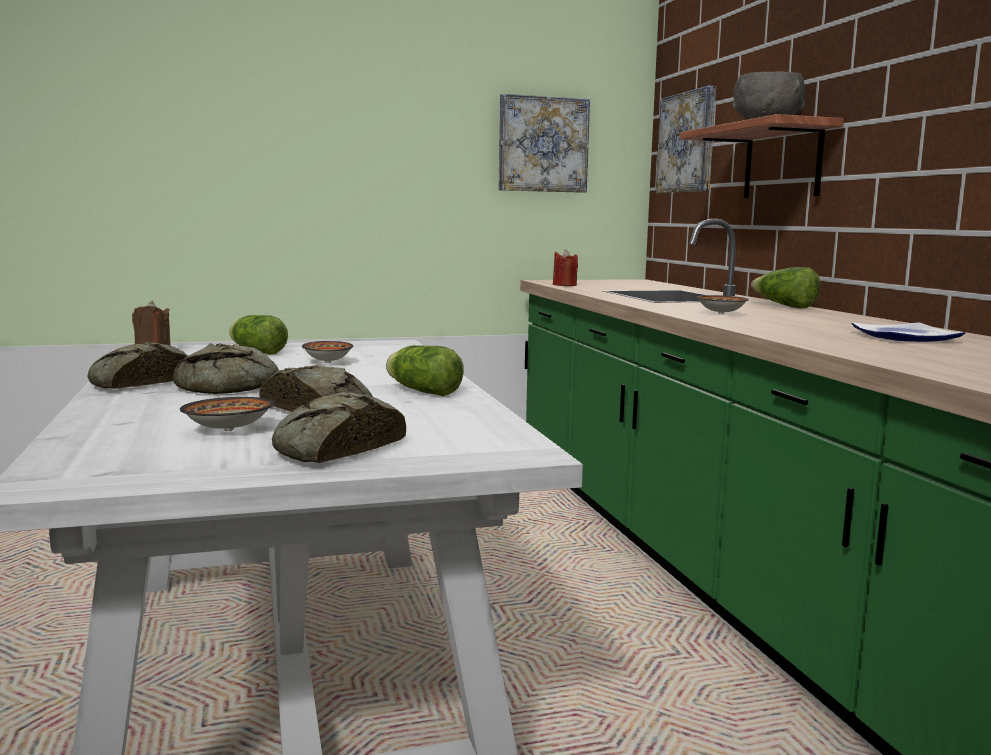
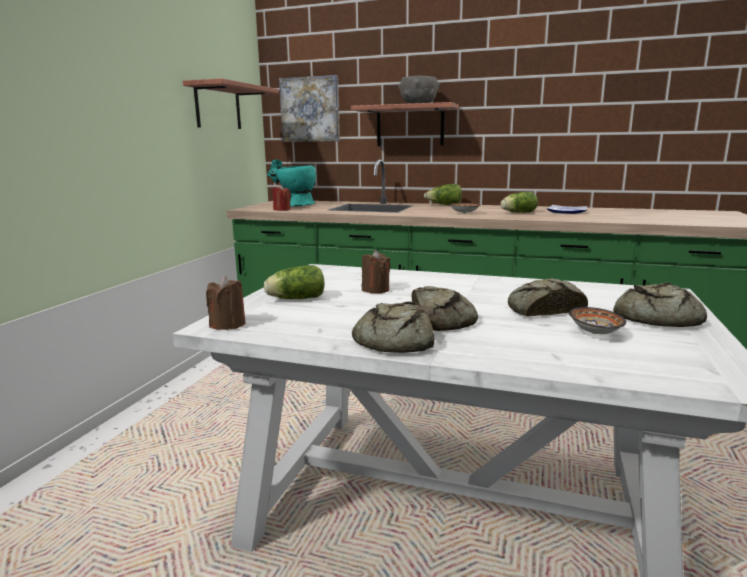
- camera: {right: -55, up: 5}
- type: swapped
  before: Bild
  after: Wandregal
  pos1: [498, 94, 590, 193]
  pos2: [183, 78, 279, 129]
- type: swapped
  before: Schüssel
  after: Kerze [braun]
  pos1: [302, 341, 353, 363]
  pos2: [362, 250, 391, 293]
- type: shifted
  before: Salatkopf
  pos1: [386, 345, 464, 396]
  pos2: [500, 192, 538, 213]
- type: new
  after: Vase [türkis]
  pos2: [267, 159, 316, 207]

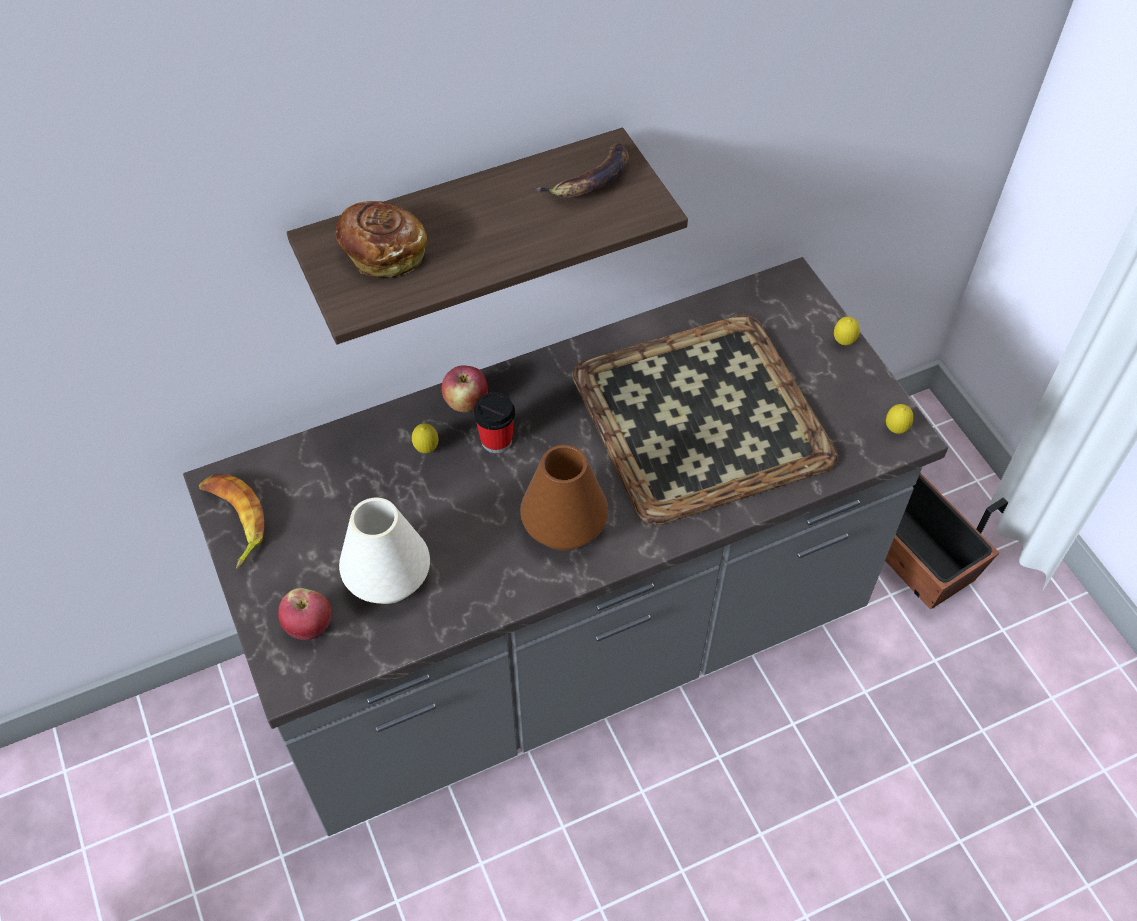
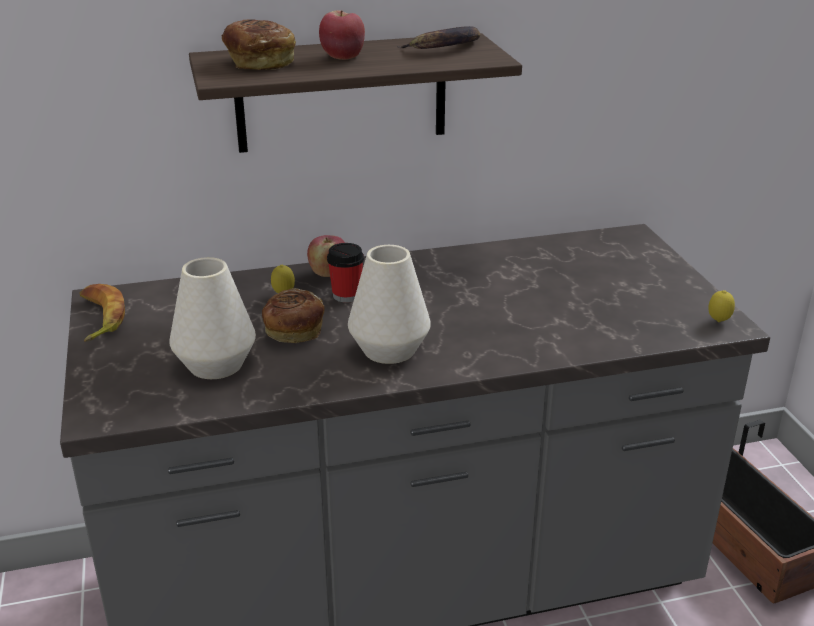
- camera: {right: 10, up: -25}
- type: gone
  before: Tablett
  pos1: [572, 315, 838, 525]
- type: gone
  before: Zitrone
  pos1: [834, 316, 860, 345]
- type: repainted
  before: Vase [braun]
  after: Vase [weiß]
  pos1: [520, 445, 608, 551]
  pos2: [348, 245, 431, 364]
- type: shifted
  before: Apfel
  pos1: [278, 588, 331, 640]
  pos2: [319, 10, 365, 60]
- type: new
  after: Brot
  pos2: [262, 288, 325, 343]

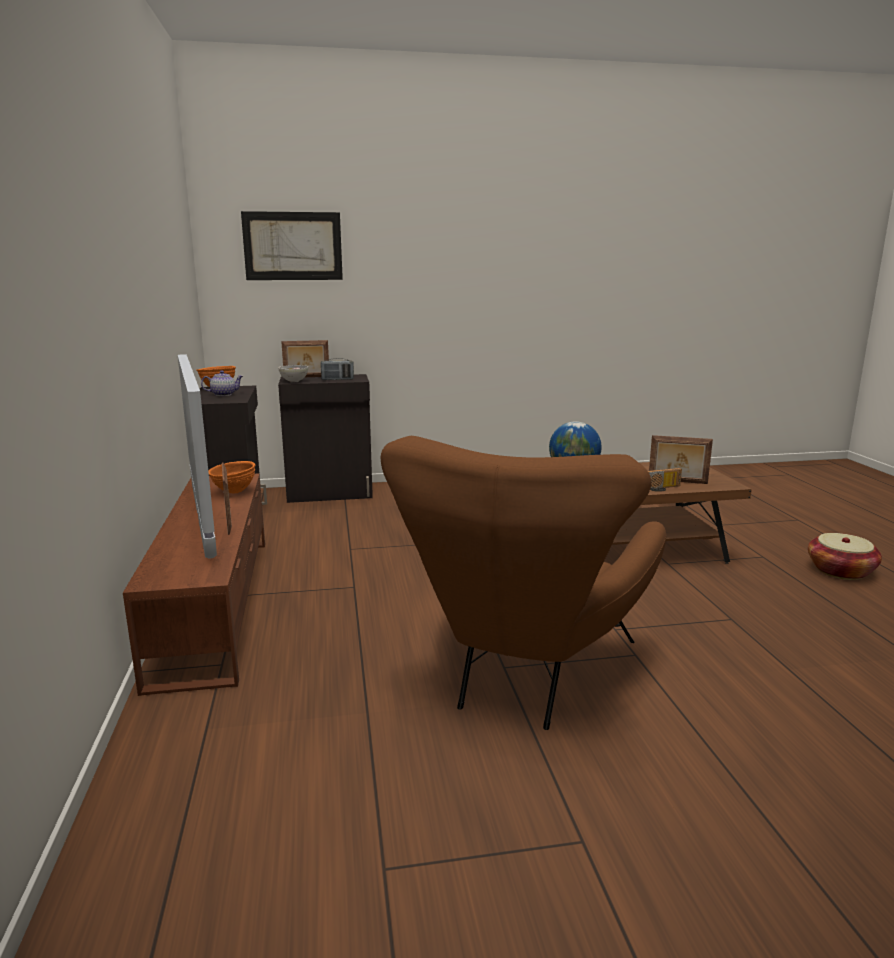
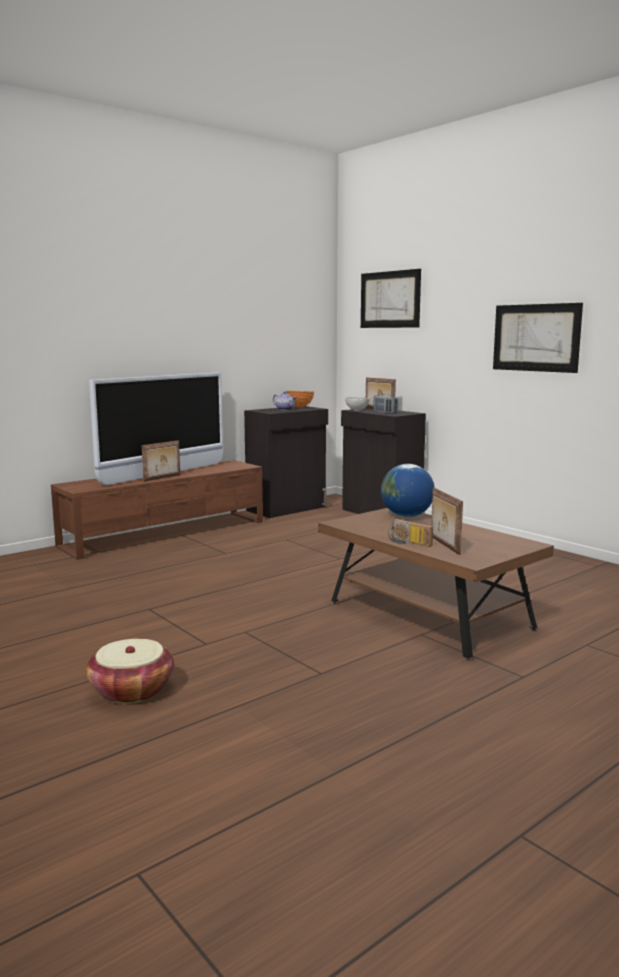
- camera: {right: 60, up: -5}
- type: gone
  before: Sessel [braun]
  pos1: [381, 436, 666, 730]
- type: gone
  before: Schüssel [orange]
  pos1: [208, 461, 255, 494]
- type: shifted
  before: Korb
  pos1: [808, 533, 882, 580]
  pos2: [86, 639, 174, 704]
- type: new
  after: Bild
  pos2: [493, 303, 583, 373]

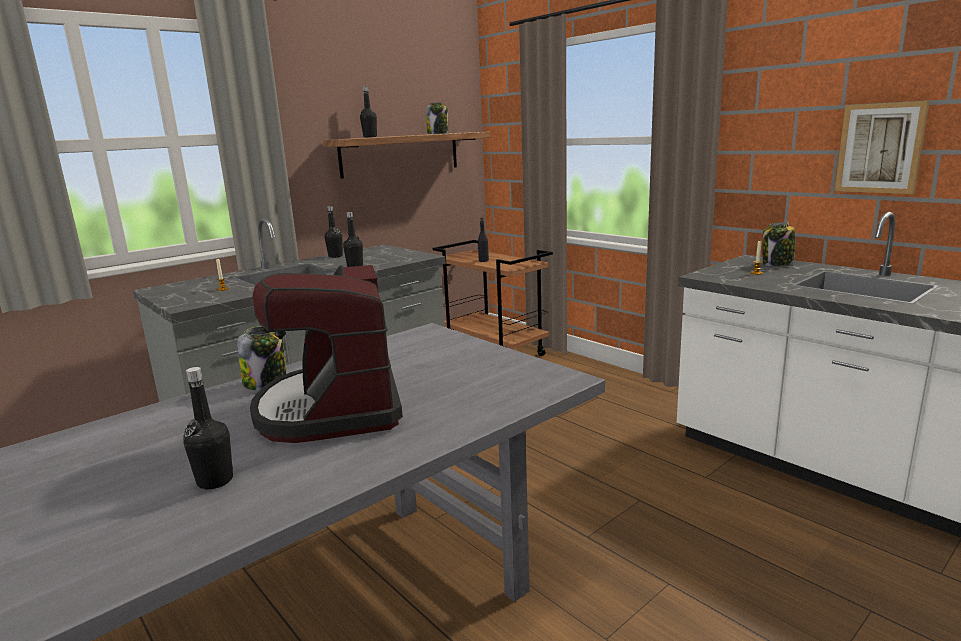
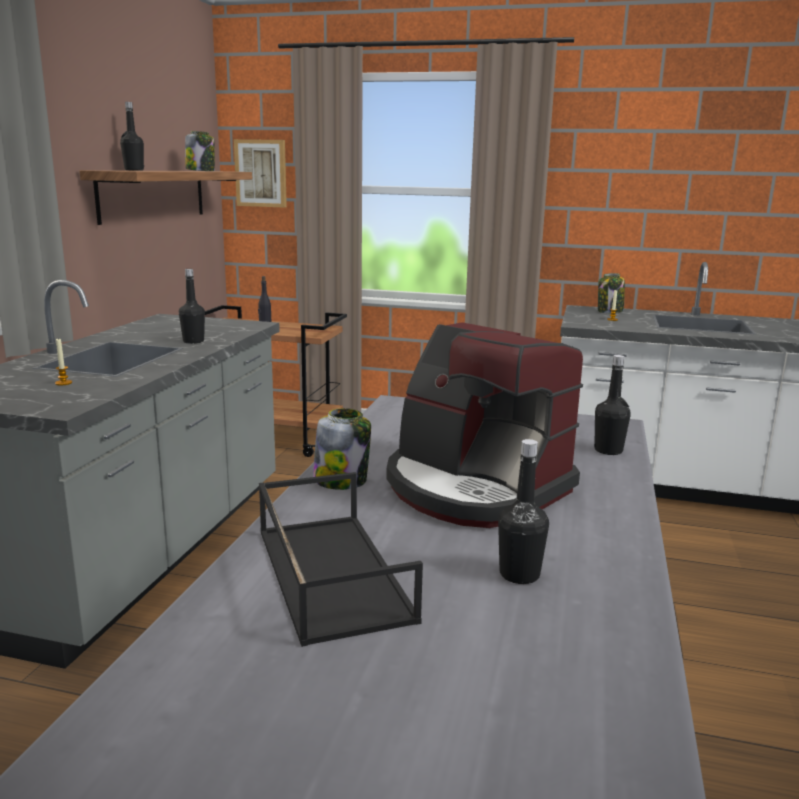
- camera: {right: -35, up: 0}
- type: shifted
  before: Bild
  pos1: [835, 101, 930, 194]
  pos2: [234, 139, 287, 208]
- type: shifted
  before: Flasche [schwarz]
  pos1: [325, 206, 343, 258]
  pos2: [594, 355, 631, 455]
- type: new
  after: Tablett [schwarz]
  pos2: [259, 472, 423, 647]

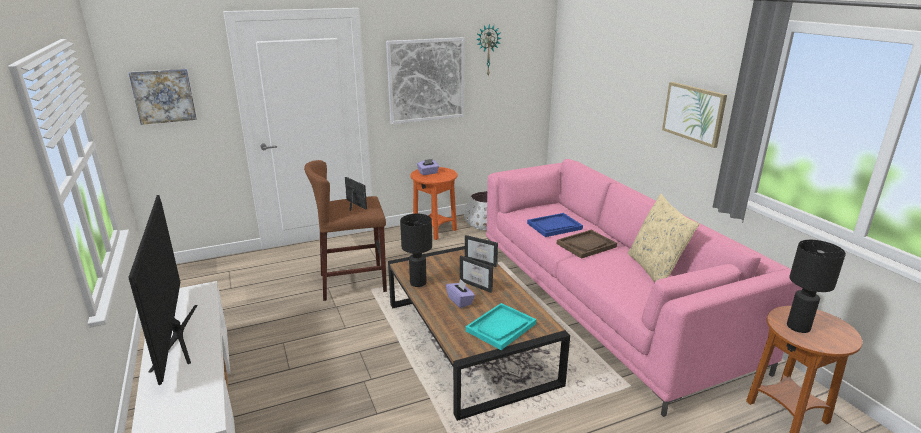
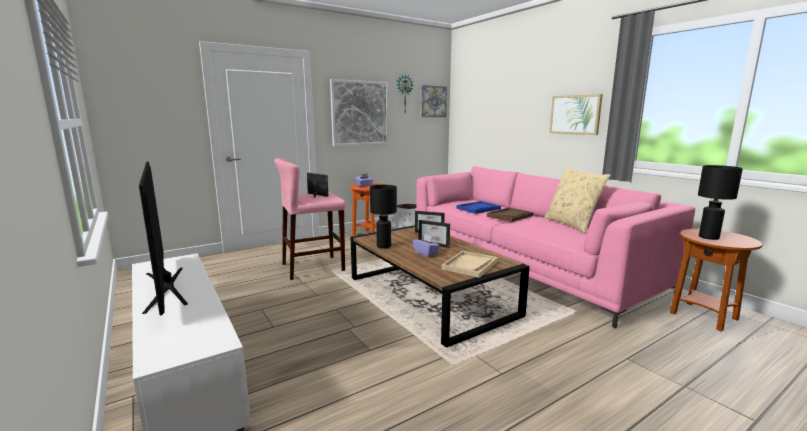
- camera: {right: -10, up: -10}
- type: shifted
  before: Bild
  pos1: [129, 69, 197, 125]
  pos2: [421, 85, 447, 117]
- type: repainted
  before: Hocker [braun]
  after: Hocker [rosa]
  pos1: [304, 160, 387, 301]
  pos2: [274, 158, 346, 280]
- type: repainted
  before: Tablett [türkis]
  after: Tablett [beige]
  pos1: [465, 303, 536, 350]
  pos2: [442, 251, 498, 278]

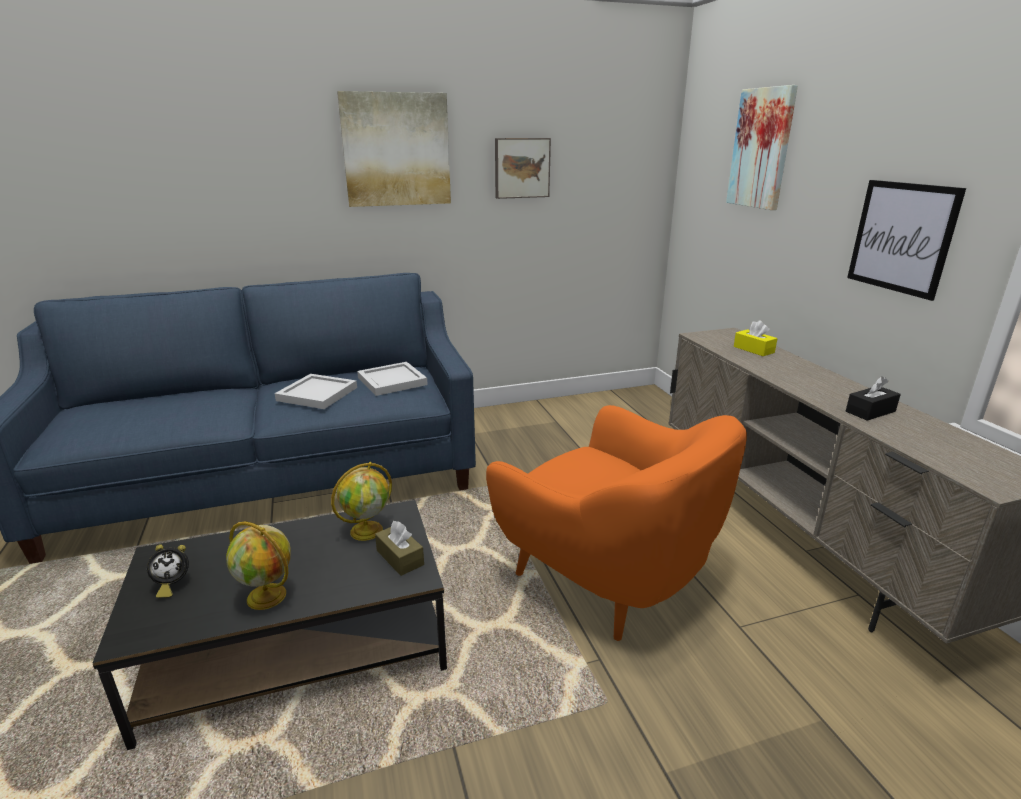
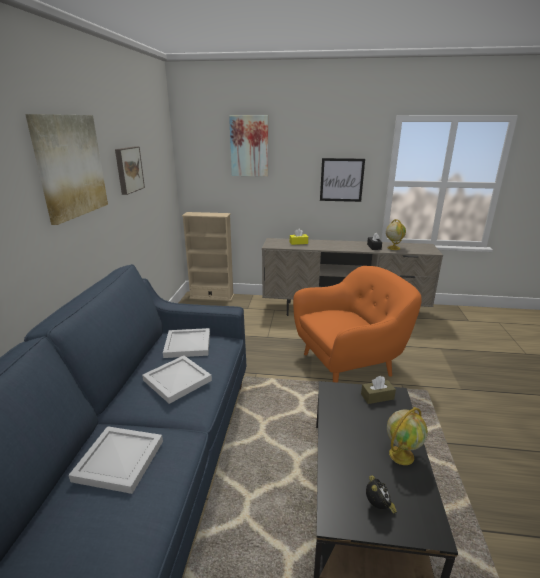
- camera: {right: -65, up: 0}
- type: shifted
  before: Globus
  pos1: [331, 462, 392, 541]
  pos2: [386, 219, 406, 250]
- type: new
  after: Bücherregal [beige]
  pos2: [182, 212, 234, 301]
- type: new
  after: Tablett [weiß]
  pos2: [68, 426, 163, 494]

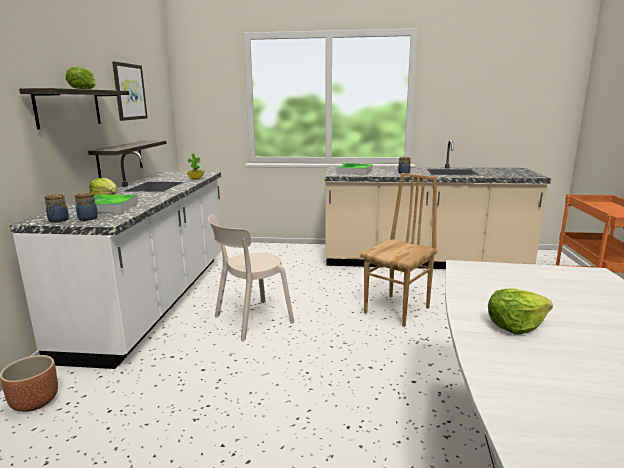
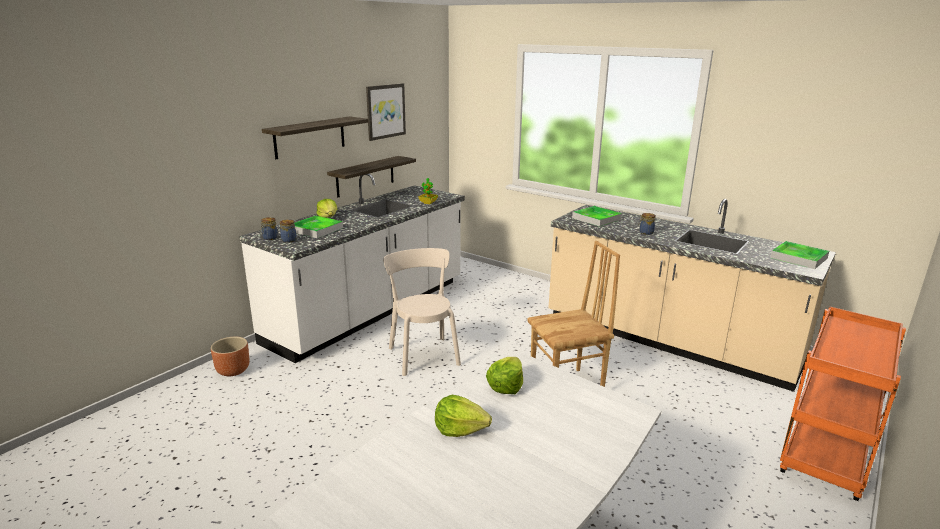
- camera: {right: 30, up: 5}
- type: shifted
  before: Salatkopf
  pos1: [66, 67, 96, 89]
  pos2: [486, 357, 523, 394]
- type: rotated
  before: Stuhl [beige]
  pos1: [208, 214, 294, 341]
  pos2: [383, 248, 461, 376]
  turn: 75
- type: new
  after: Tablett
  pos2: [770, 241, 829, 269]

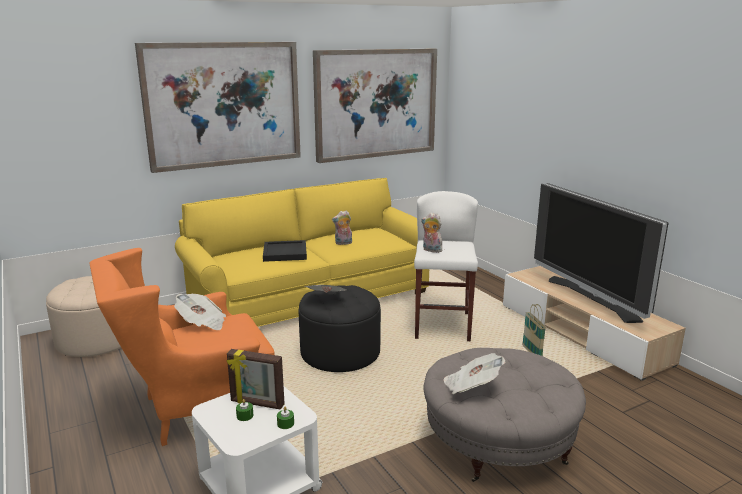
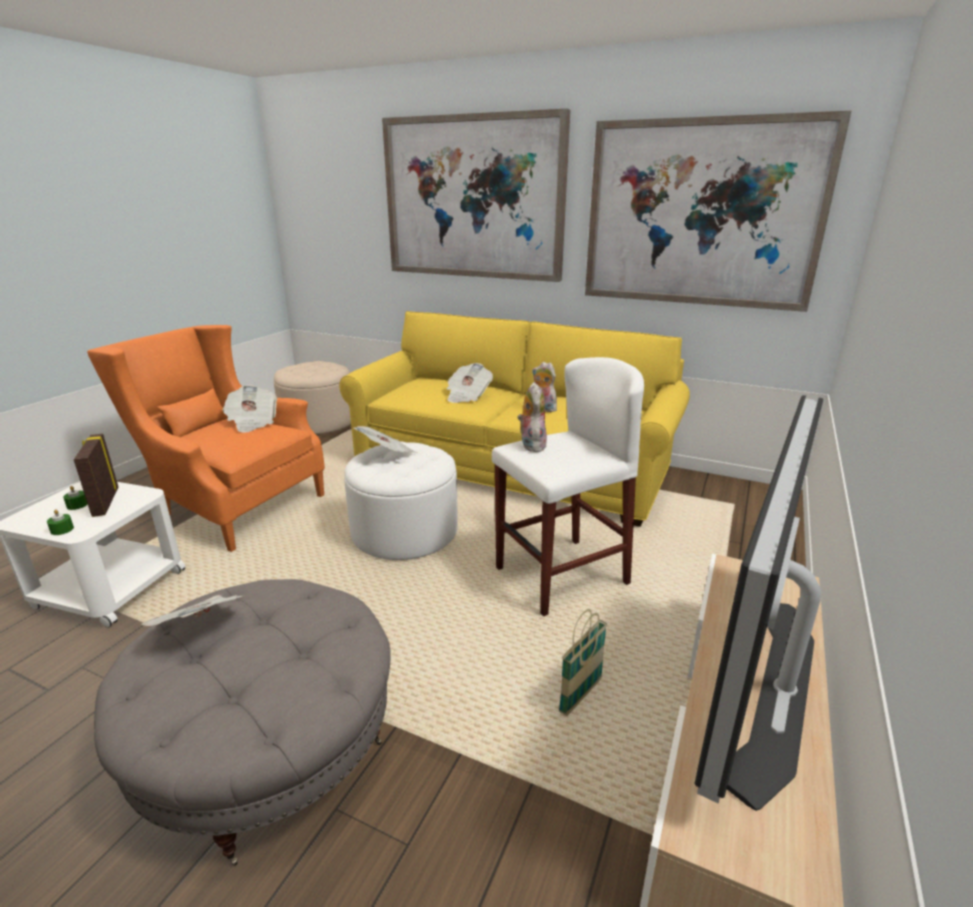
- camera: {right: 55, up: 5}
- type: swapped
  before: Tablett [schwarz]
  after: Zeitung
  pos1: [263, 240, 307, 262]
  pos2: [447, 363, 493, 403]
- type: repainted
  before: Polsterhocker [schwarz]
  after: Polsterhocker [weiß]
  pos1: [299, 285, 381, 372]
  pos2: [344, 441, 458, 560]

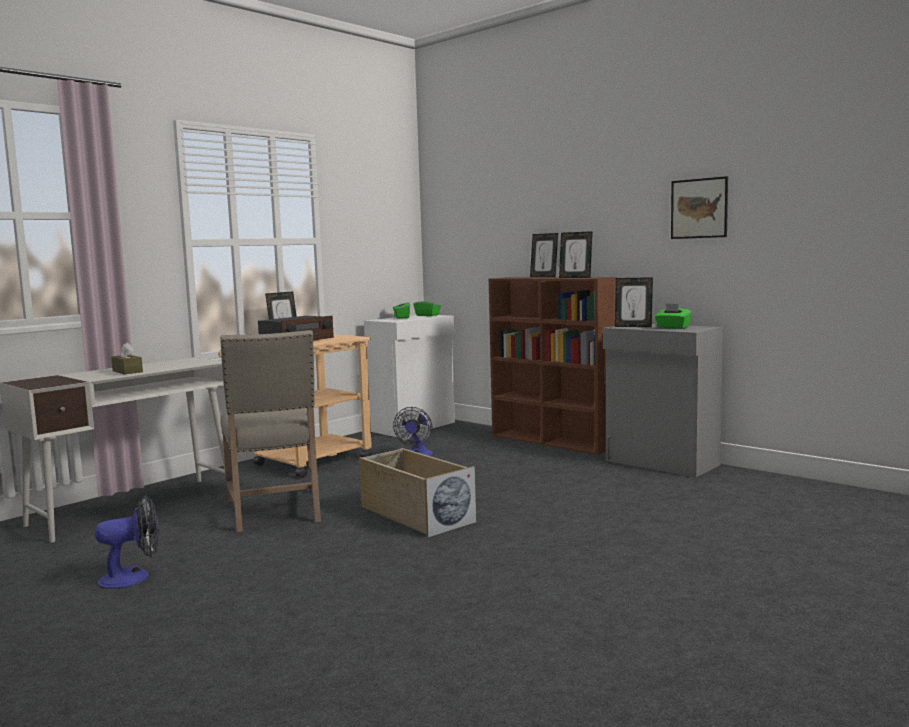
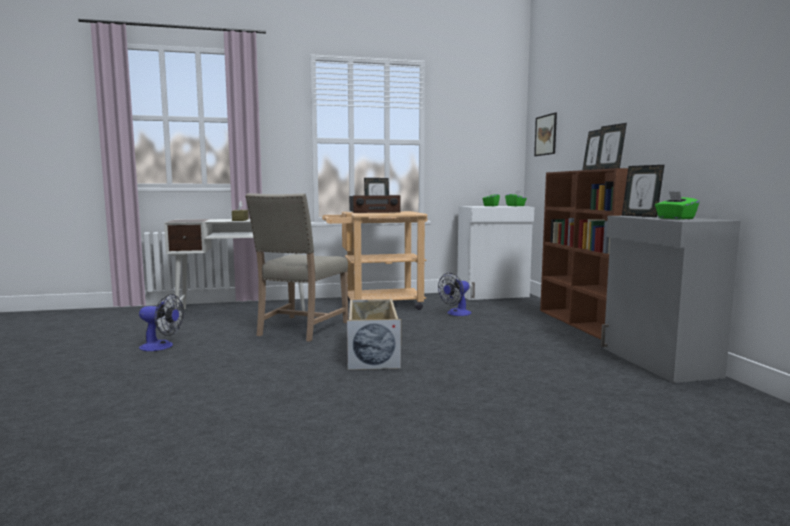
- camera: {right: 35, up: 0}
- type: shifted
  before: Bild
  pos1: [671, 176, 728, 239]
  pos2: [534, 112, 557, 156]

